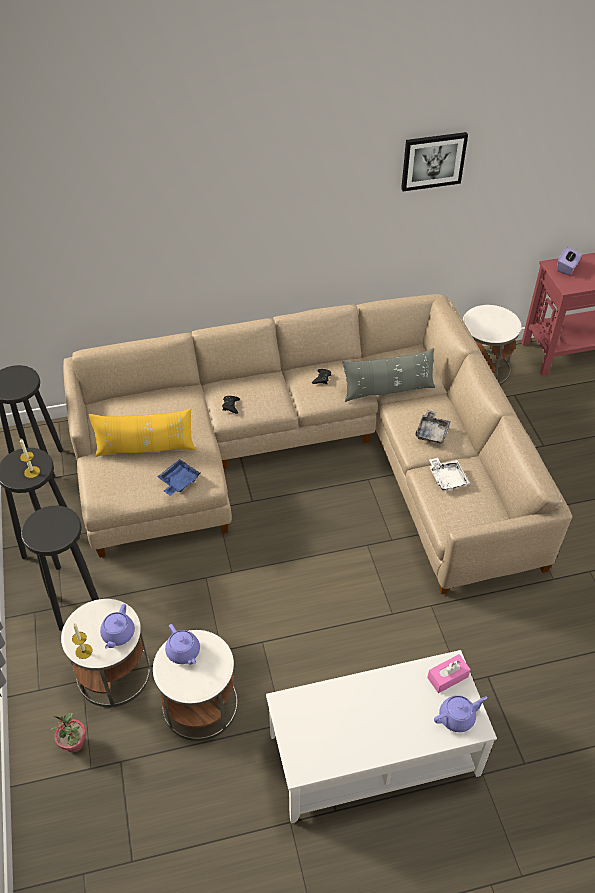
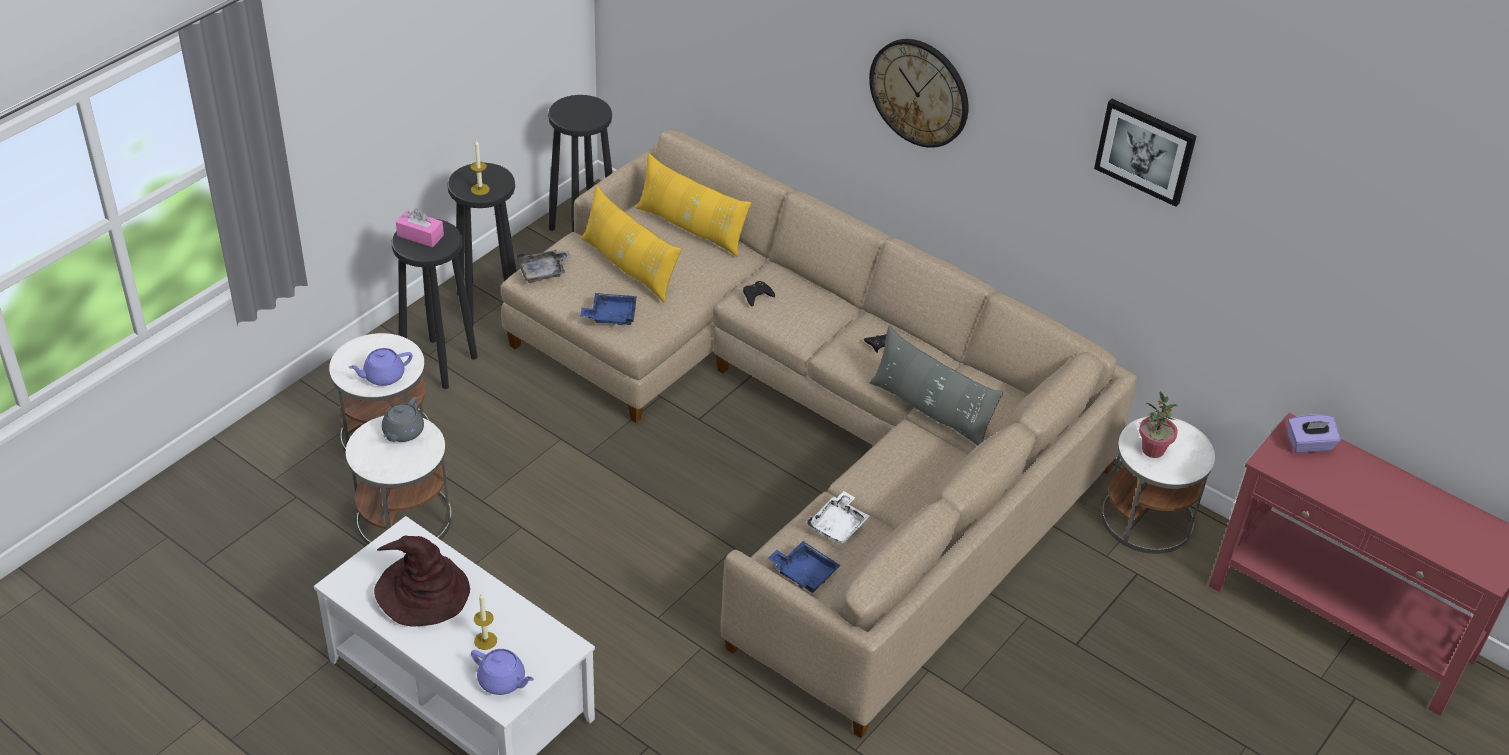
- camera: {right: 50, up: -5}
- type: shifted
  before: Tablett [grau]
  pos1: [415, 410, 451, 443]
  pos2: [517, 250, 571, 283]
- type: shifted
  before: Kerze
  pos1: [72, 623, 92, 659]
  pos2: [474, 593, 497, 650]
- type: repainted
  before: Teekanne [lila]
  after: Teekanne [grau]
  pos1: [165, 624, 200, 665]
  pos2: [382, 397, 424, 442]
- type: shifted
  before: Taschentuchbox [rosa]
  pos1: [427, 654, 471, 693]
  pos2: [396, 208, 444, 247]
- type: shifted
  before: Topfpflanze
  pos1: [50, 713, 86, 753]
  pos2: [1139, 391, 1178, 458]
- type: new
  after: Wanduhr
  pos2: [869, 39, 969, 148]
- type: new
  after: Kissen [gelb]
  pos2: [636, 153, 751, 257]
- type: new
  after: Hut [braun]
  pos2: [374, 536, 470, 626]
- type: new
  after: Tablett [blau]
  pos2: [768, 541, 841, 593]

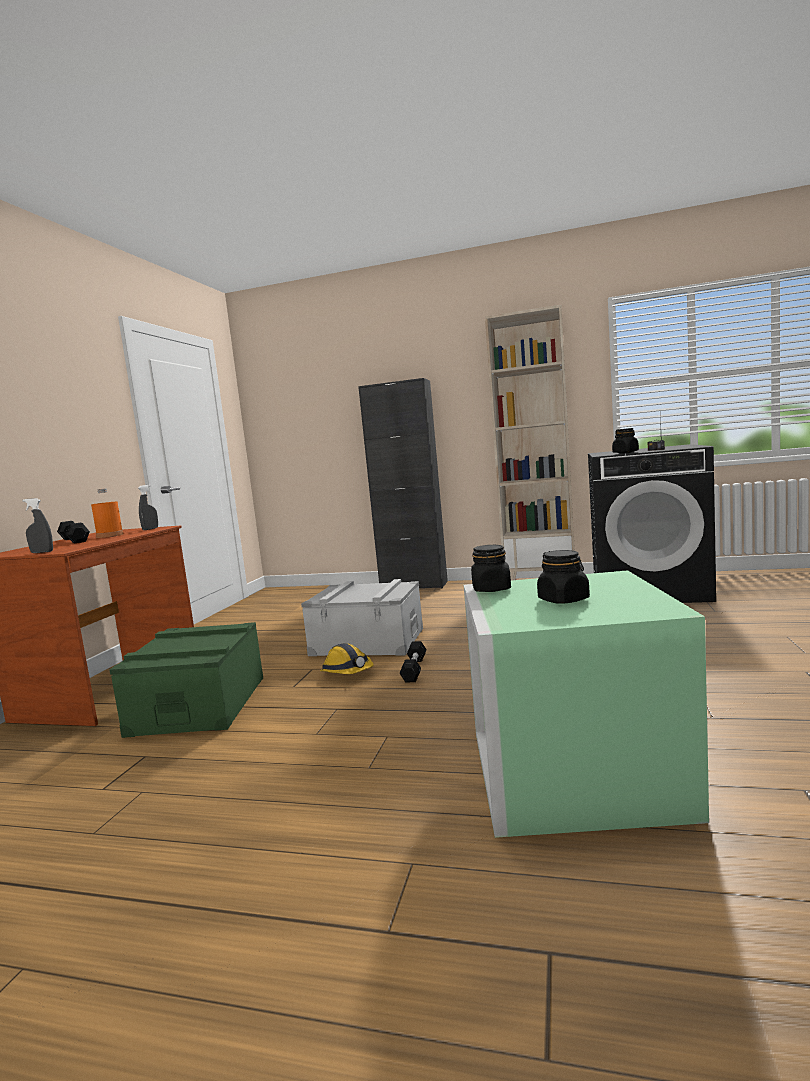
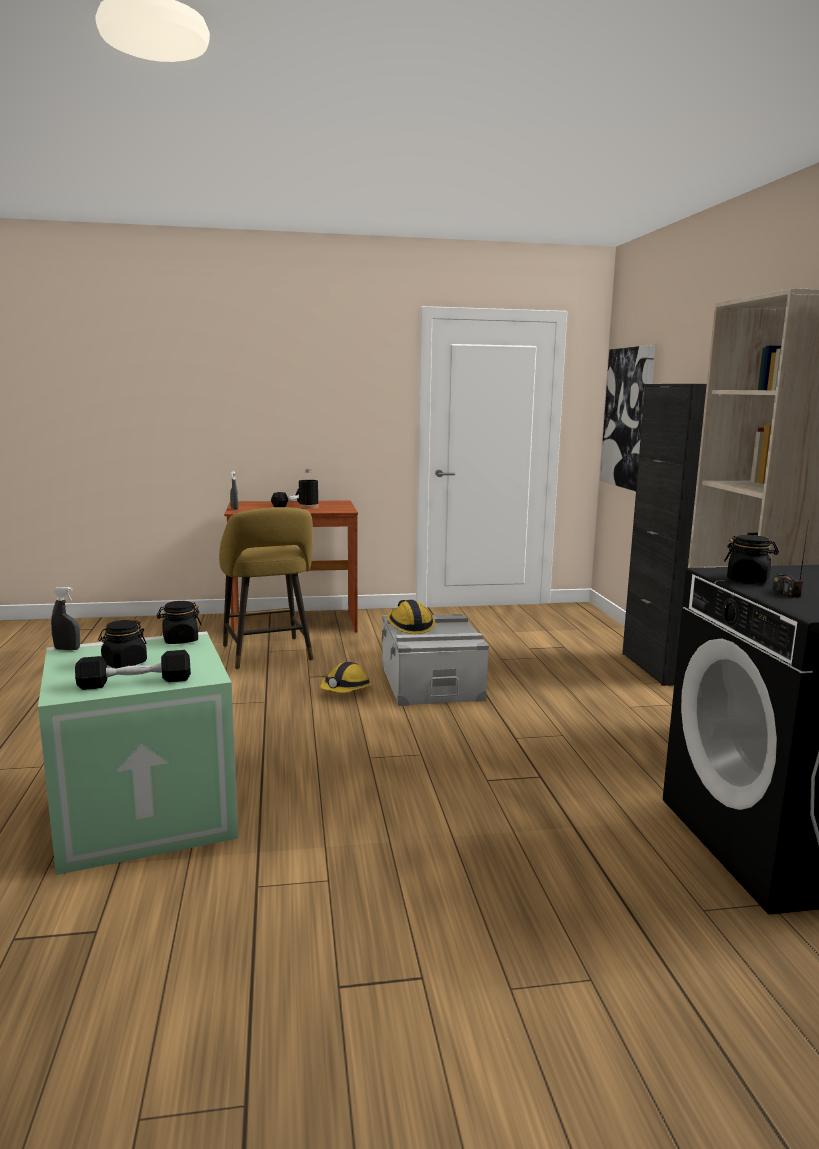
- camera: {right: 65, up: 5}
- type: shifted
  before: Sprühflasche [grau]
  pos1: [138, 485, 158, 530]
  pos2: [51, 587, 80, 650]
- type: repainted
  before: Flasche [orange]
  after: Flasche [schwarz]
  pos1: [91, 488, 123, 538]
  pos2: [299, 469, 319, 509]
- type: swapped
  before: Aufbewahrungsbox [grün]
  after: Hocker [gelb]
  pos1: [109, 622, 263, 738]
  pos2: [219, 507, 313, 670]
- type: shifted
  before: Hantel [schwarz]
  pos1: [399, 641, 427, 683]
  pos2: [75, 650, 191, 690]
- type: new
  after: Bild
  pos2: [600, 345, 655, 491]
- type: new
  after: Schutzhelm
  pos2: [387, 600, 435, 634]

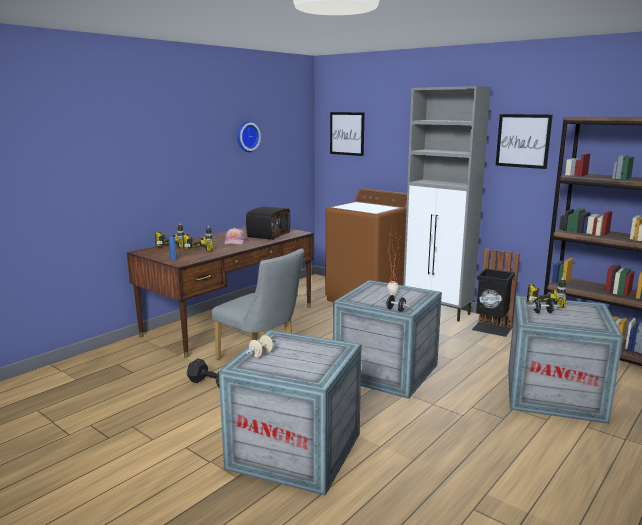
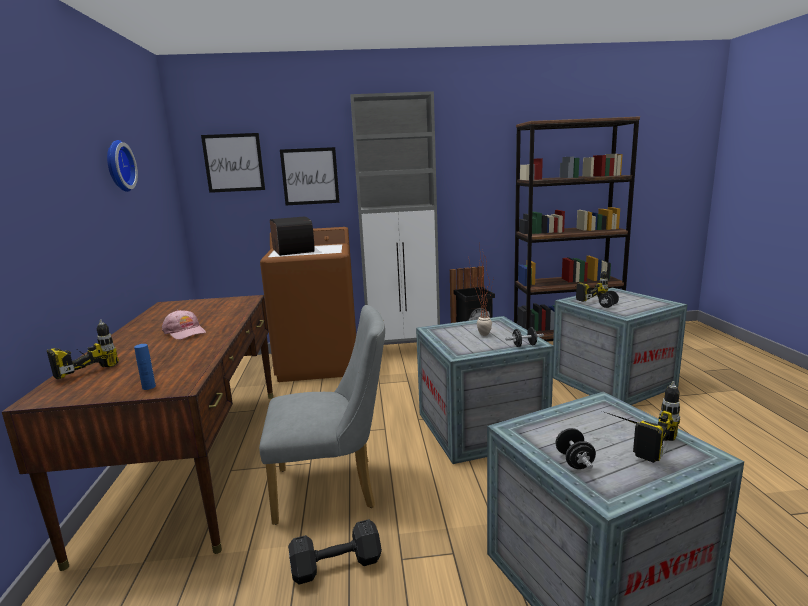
- camera: {right: -45, up: 0}
- type: shifted
  before: Bild
  pos1: [496, 114, 553, 169]
  pos2: [280, 147, 340, 205]
- type: shifted
  before: Radio
  pos1: [246, 206, 290, 240]
  pos2: [270, 217, 315, 256]
- type: shifted
  before: Bohrmaschine
  pos1: [183, 225, 214, 251]
  pos2: [605, 381, 680, 463]
- type: repainted
  before: Hantel [beige]
  after: Hantel [schwarz]
  pos1: [246, 335, 276, 357]
  pos2: [556, 428, 596, 469]

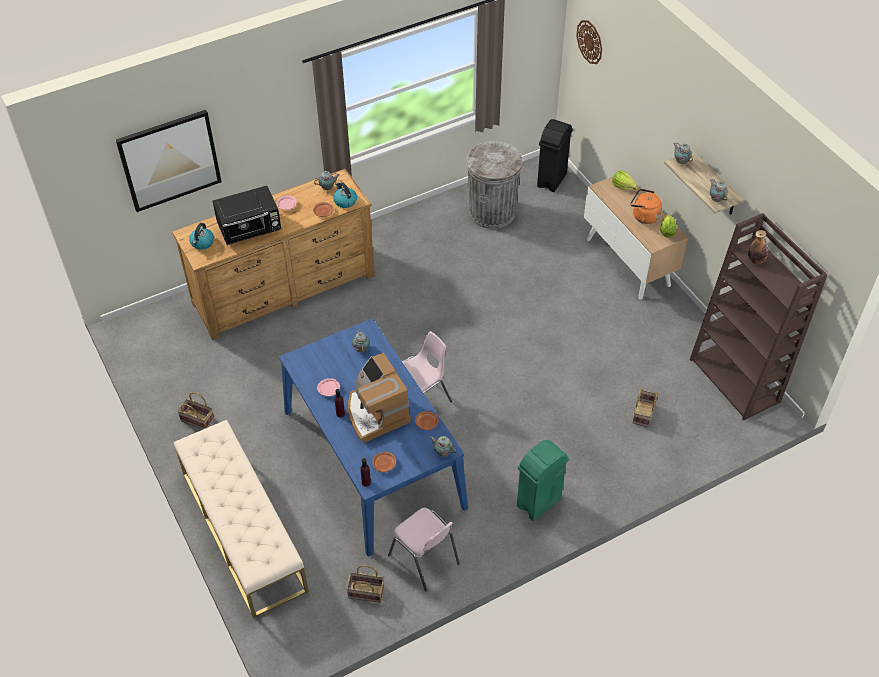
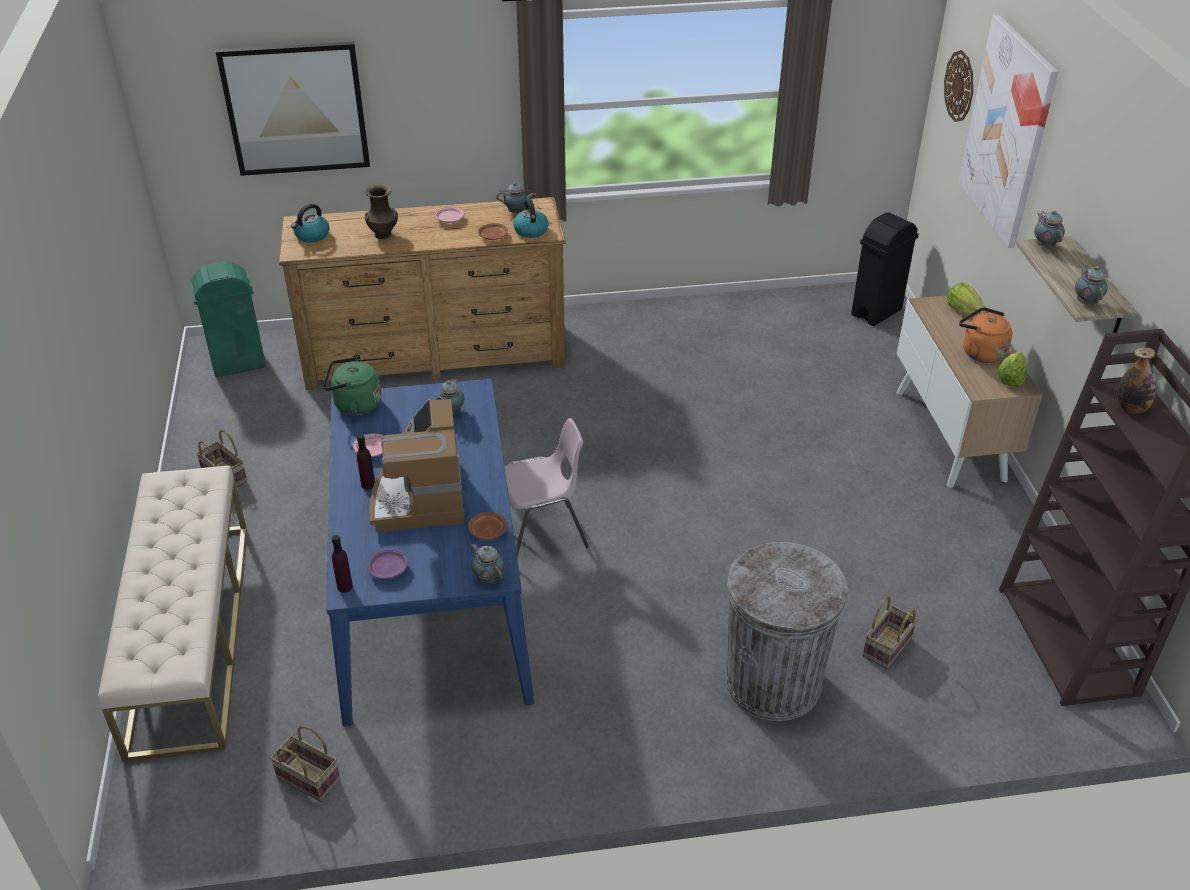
- camera: {right: 20, up: -10}
- type: shifted
  before: Mülleimer [grau]
  pos1: [466, 141, 523, 229]
  pos2: [726, 542, 847, 721]
- type: swapped
  before: Mikrowelle [schwarz]
  after: Vase [braun]
  pos1: [213, 186, 281, 245]
  pos2: [365, 184, 398, 239]
- type: shifted
  before: Mülleimer [grün]
  pos1: [517, 440, 569, 521]
  pos2: [190, 261, 266, 377]
- type: repainted
  before: Teller [braun]
  after: Teller [lila]
  pos1: [373, 452, 396, 472]
  pos2: [367, 550, 408, 579]
- type: gone
  before: Stuhl [rosa]
  pos1: [388, 507, 460, 592]
- type: new
  after: Bild
  pos2: [958, 15, 1058, 248]
- type: new
  after: Wasserkessel [grün]
  pos2: [323, 357, 381, 416]

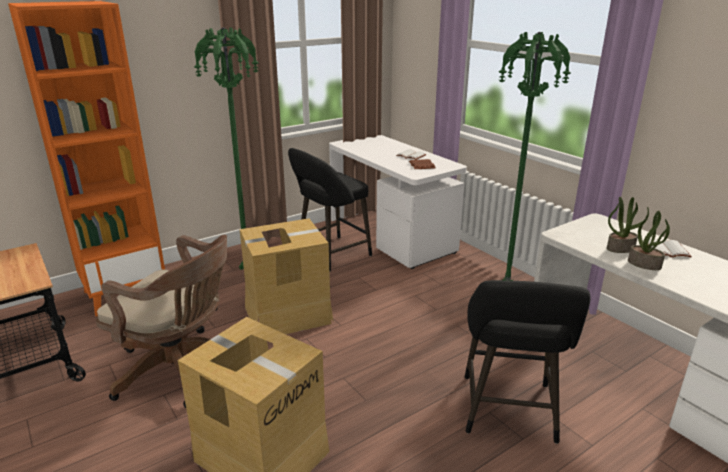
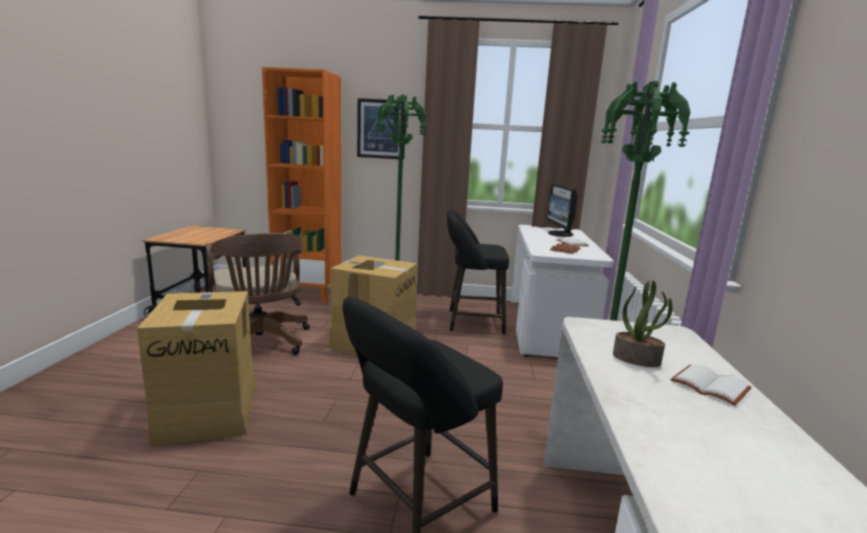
- camera: {right: 40, up: -10}
- type: gone
  before: Topfpflanze
  pos1: [628, 210, 670, 270]
- type: new
  after: Bild
  pos2: [357, 98, 405, 160]
- type: new
  after: Monitor
  pos2: [547, 183, 578, 237]

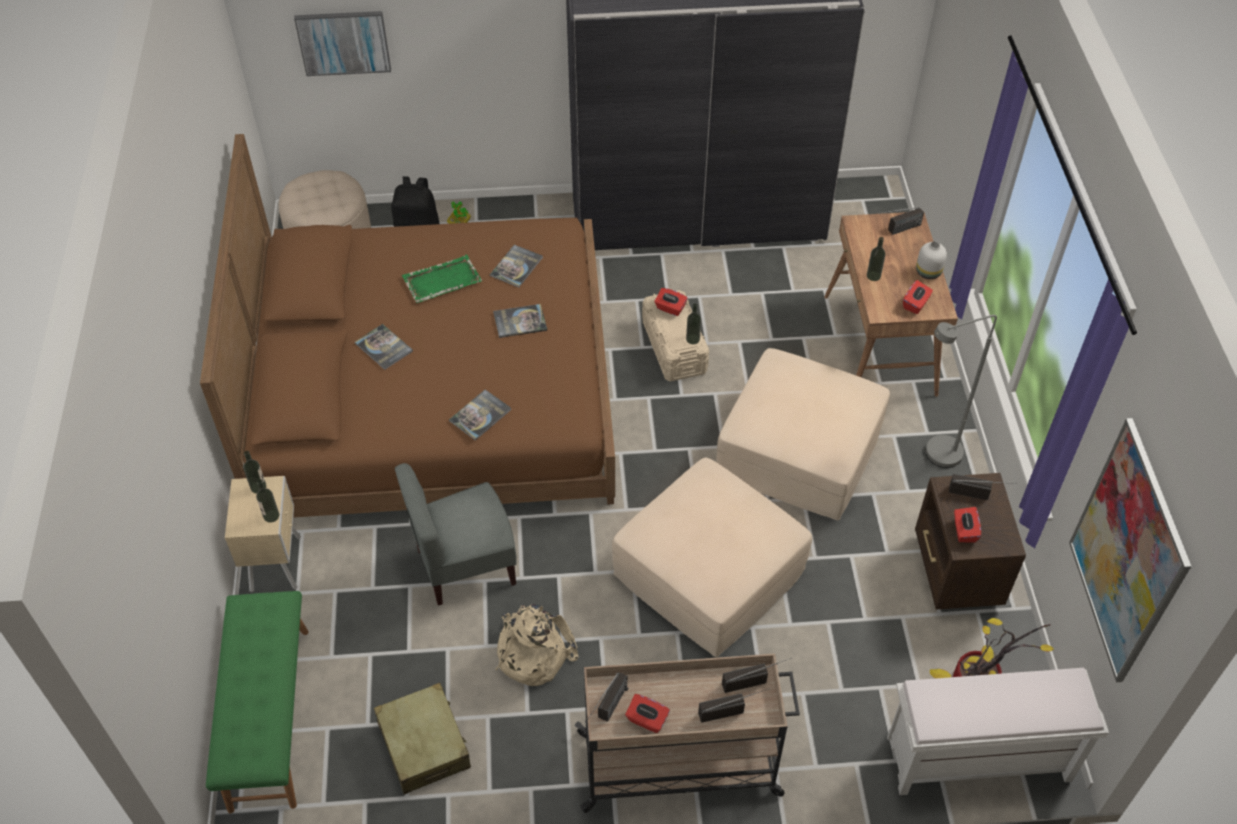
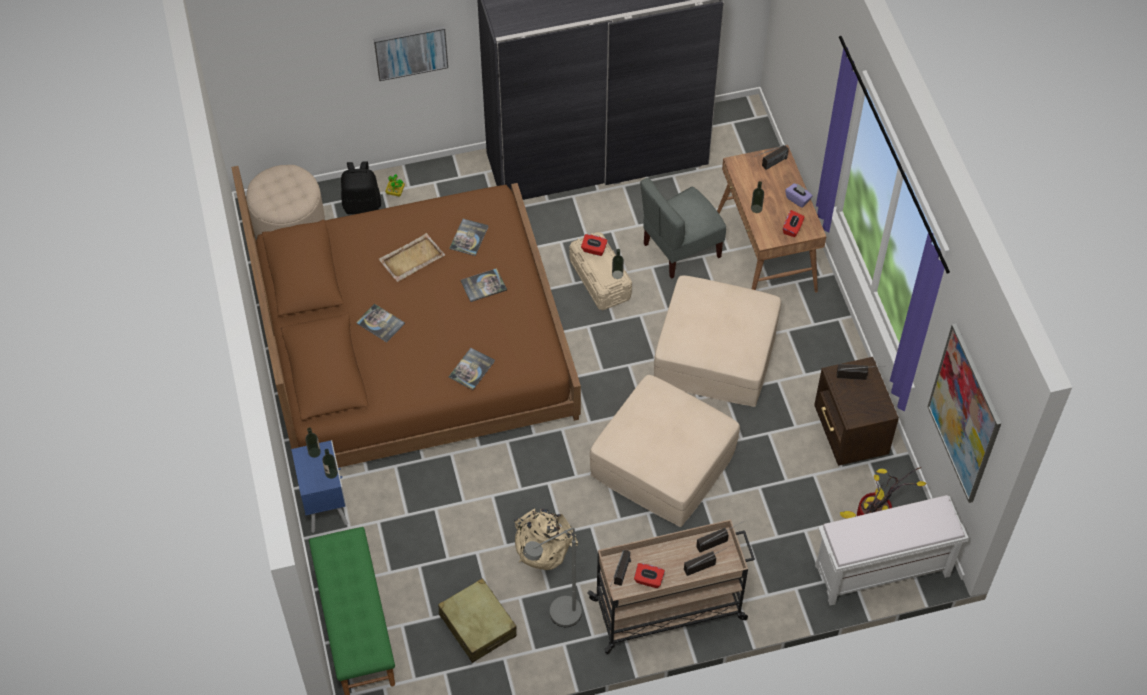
- camera: {right: -10, up: 5}
- type: shifted
  before: Bild
  pos1: [294, 11, 391, 76]
  pos2: [374, 26, 448, 81]
- type: swapped
  before: Vase [weiß]
  after: Taschentuchbox [lila]
  pos1: [916, 241, 947, 279]
  pos2: [785, 183, 813, 208]
- type: repainted
  before: Tablett [grün]
  after: Tablett [beige]
  pos1: [402, 255, 482, 303]
  pos2: [379, 233, 445, 282]
- type: shifted
  before: Stehlampe [grau]
  pos1: [926, 315, 997, 468]
  pos2: [523, 528, 582, 627]
- type: shifted
  before: Stuhl [grau]
  pos1: [395, 463, 516, 606]
  pos2: [640, 178, 726, 279]
- type: repainted
  before: Nachttisch [beige]
  after: Nachttisch [blau]
  pos1: [225, 476, 301, 592]
  pos2: [291, 440, 348, 533]
- type: gone
  before: Taschentuchbox [rot]
  pos1: [954, 507, 981, 542]

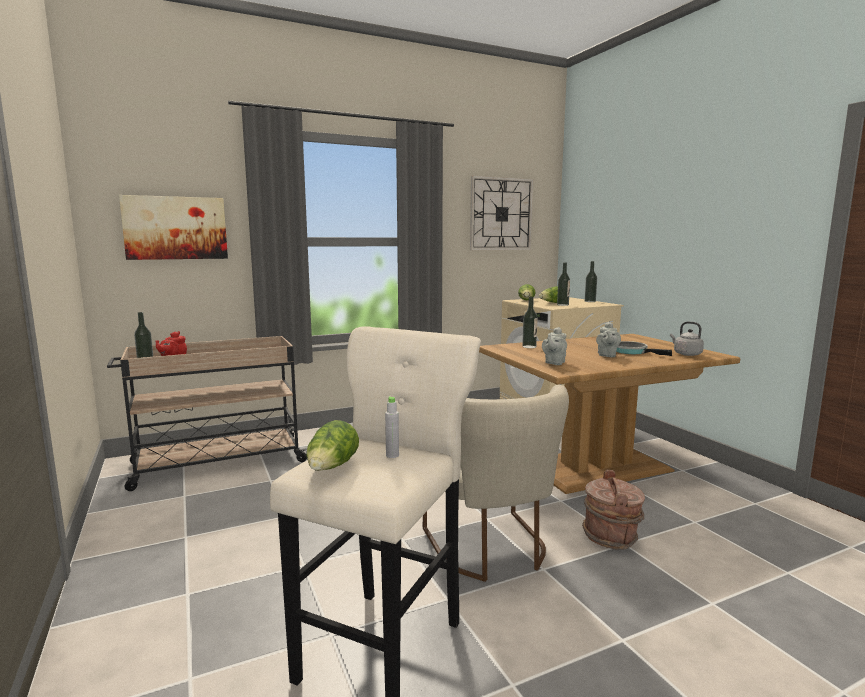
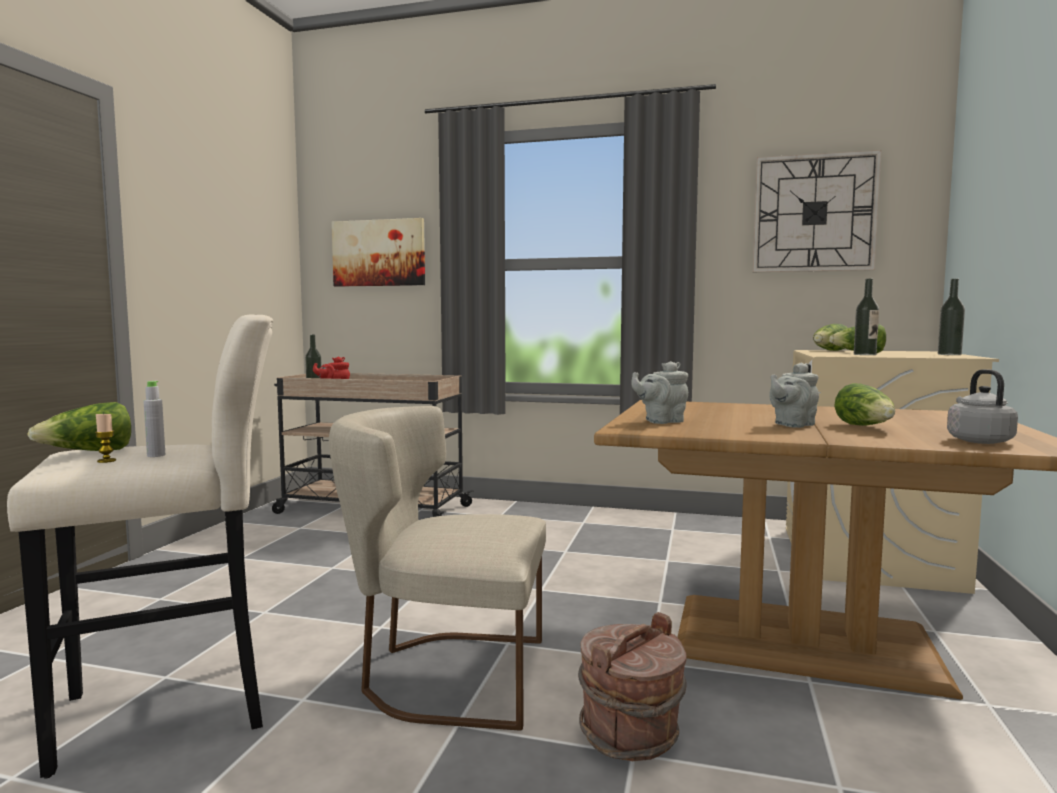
- camera: {right: 40, up: -5}
- type: gone
  before: Flasche
  pos1: [522, 297, 538, 348]
- type: swapped
  before: Pfanne
  after: Salatkopf
  pos1: [616, 341, 672, 356]
  pos2: [834, 383, 895, 426]
- type: rotated
  before: Stuhl [beige]
  pos1: [423, 385, 569, 582]
  pos2: [329, 406, 546, 731]
  turn: 75
- type: new
  after: Kerze
  pos2: [95, 413, 116, 463]

